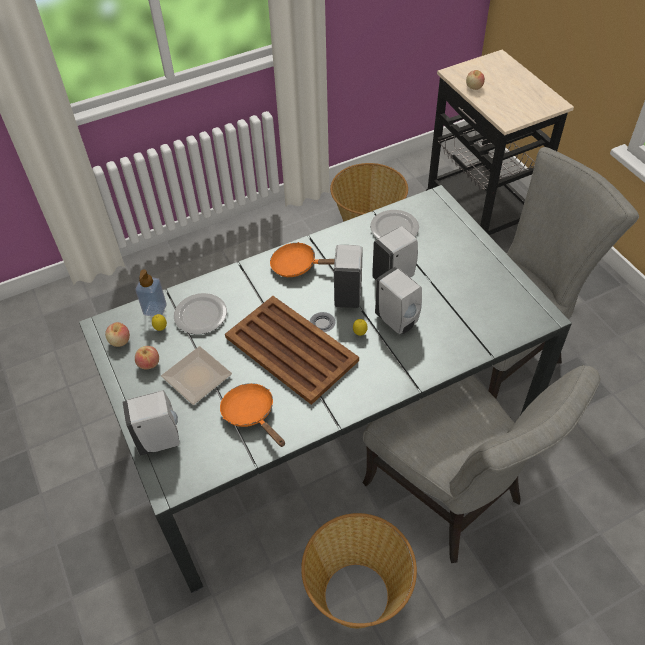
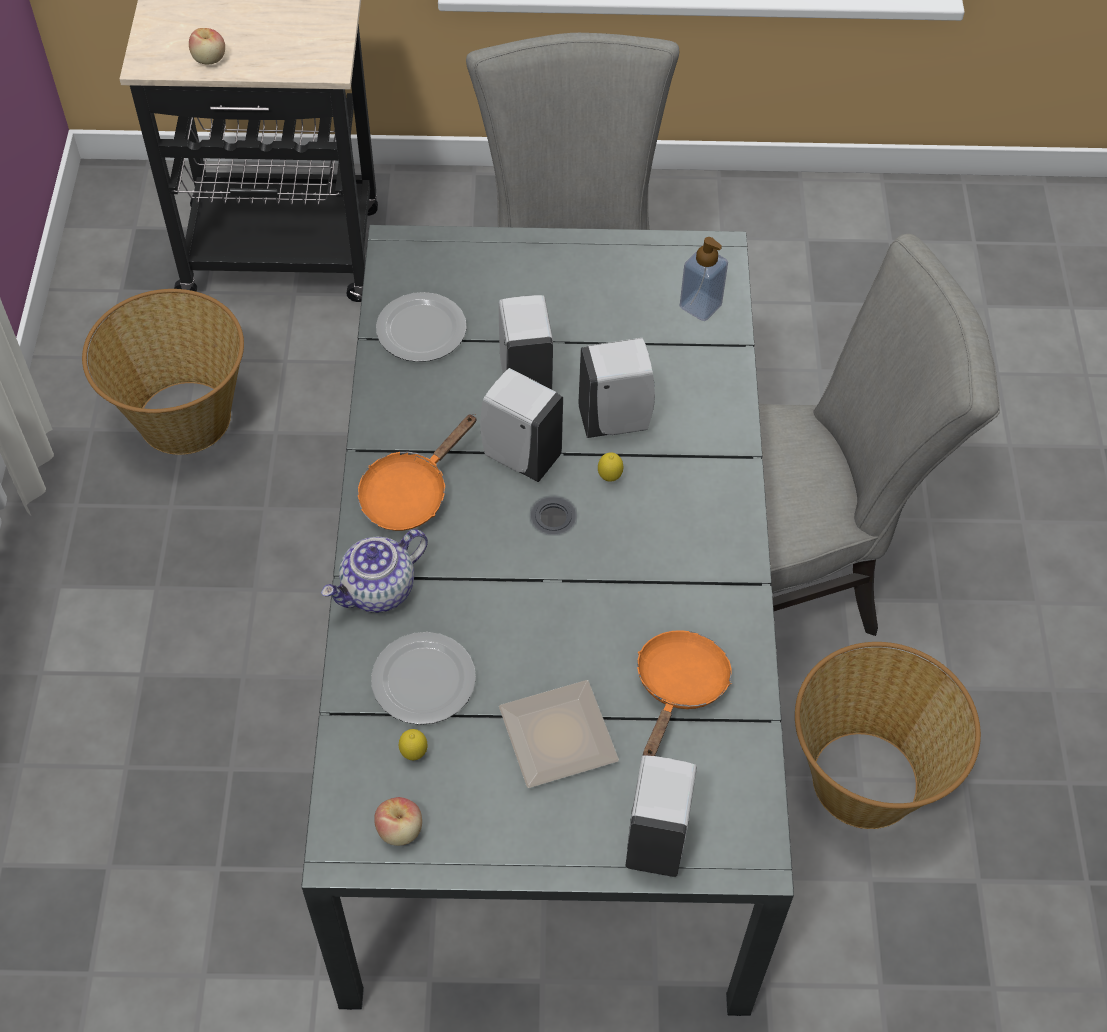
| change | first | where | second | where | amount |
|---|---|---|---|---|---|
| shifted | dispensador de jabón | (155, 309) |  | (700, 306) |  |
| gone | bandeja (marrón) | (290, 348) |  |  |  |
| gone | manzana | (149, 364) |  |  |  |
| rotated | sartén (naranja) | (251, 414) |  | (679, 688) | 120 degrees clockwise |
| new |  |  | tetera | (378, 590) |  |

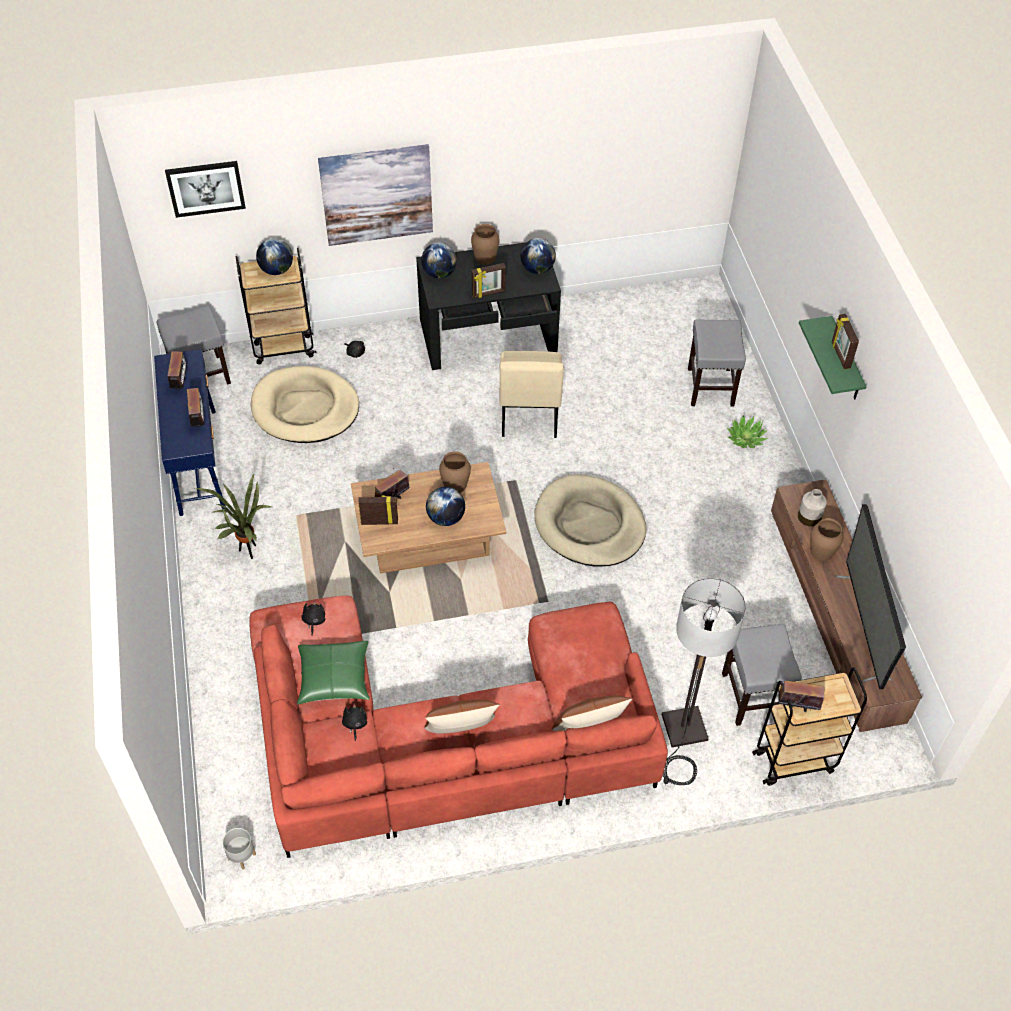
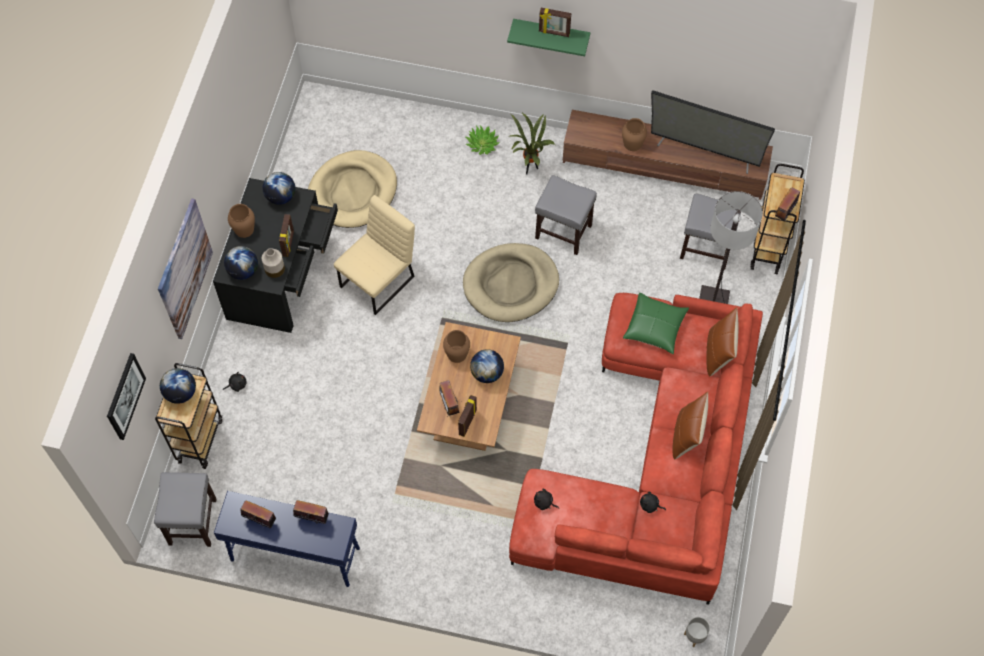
| change | first | where | second | where | amount |
|---|---|---|---|---|---|
| shifted | taburete (gris) | (710, 386) |  | (562, 231) |  |
| rotated | silla (beis) | (529, 414) |  | (379, 280) | 75 degrees counterclockwise |
| shifted | cama para perro (beis) | (305, 408) |  | (353, 192) |  |
| shifted | planta en maceta | (248, 550) |  | (529, 169) |  |
| shifted | florero (beis) | (809, 516) |  | (274, 268) |  |
| shifted | cojín (verde) | (334, 678) |  | (655, 327) |  |

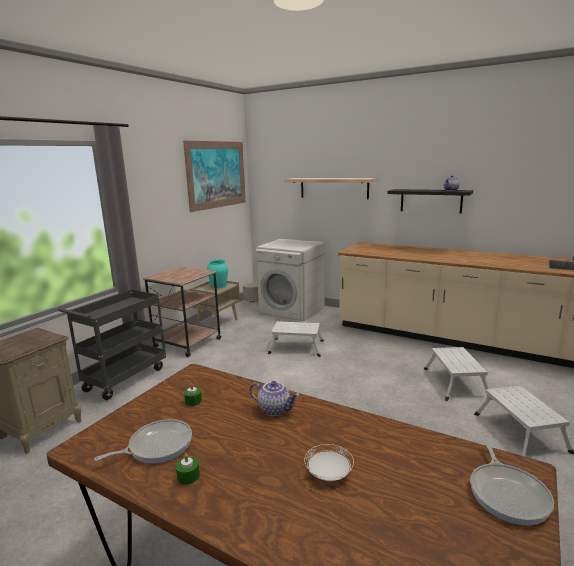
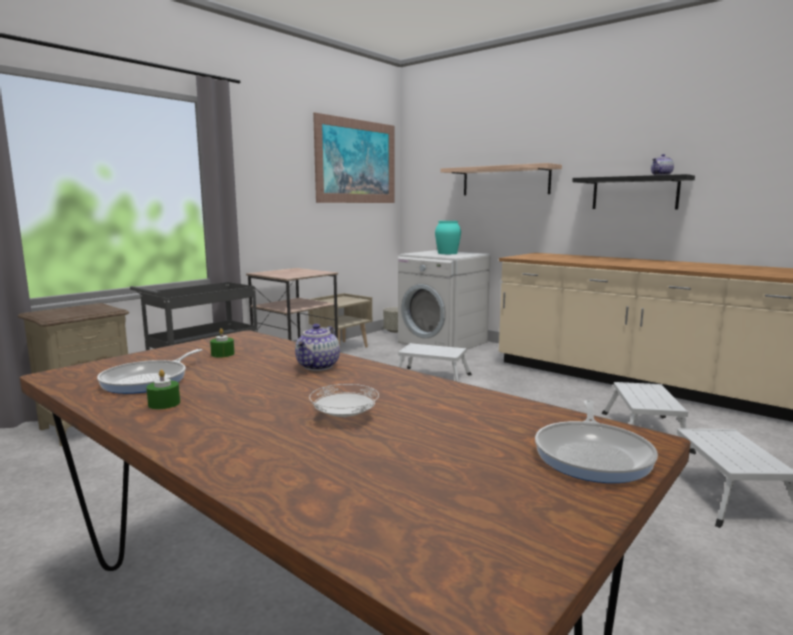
| change | first | where | second | where | amount |
|---|---|---|---|---|---|
| shifted | florero (turquesa) | (218, 285) |  | (447, 253) |  |
| rotated | tetera | (275, 409) |  | (318, 366) | 75 degrees clockwise |
| rotated | sartén | (157, 446) |  | (149, 380) | 135 degrees clockwise |

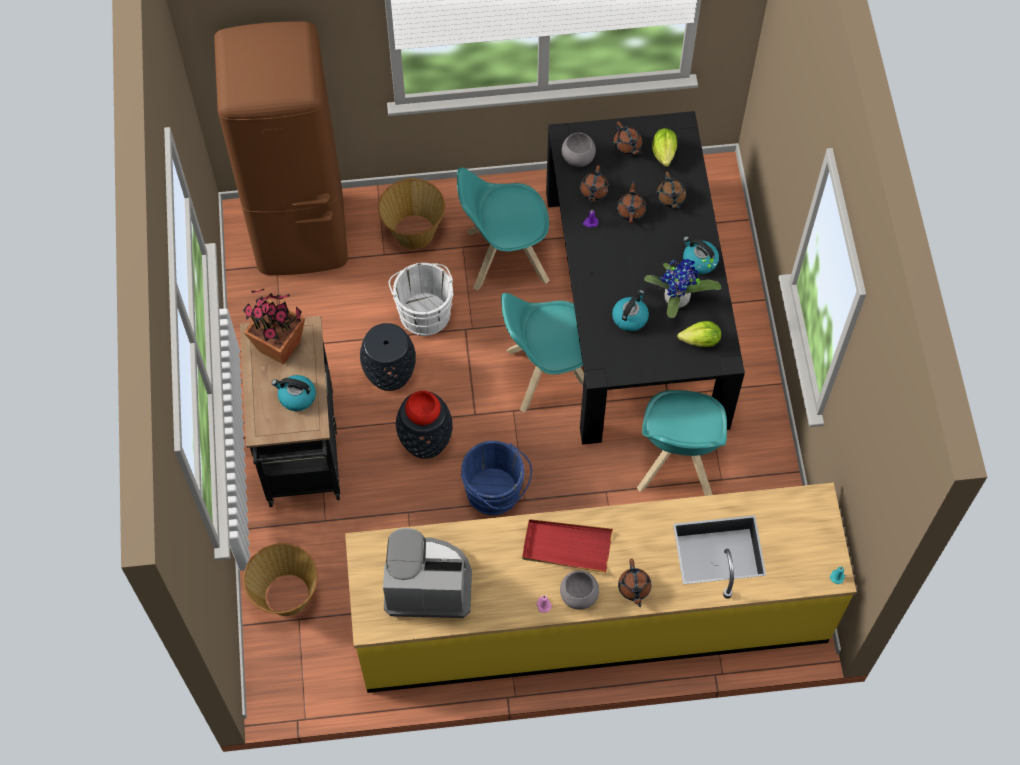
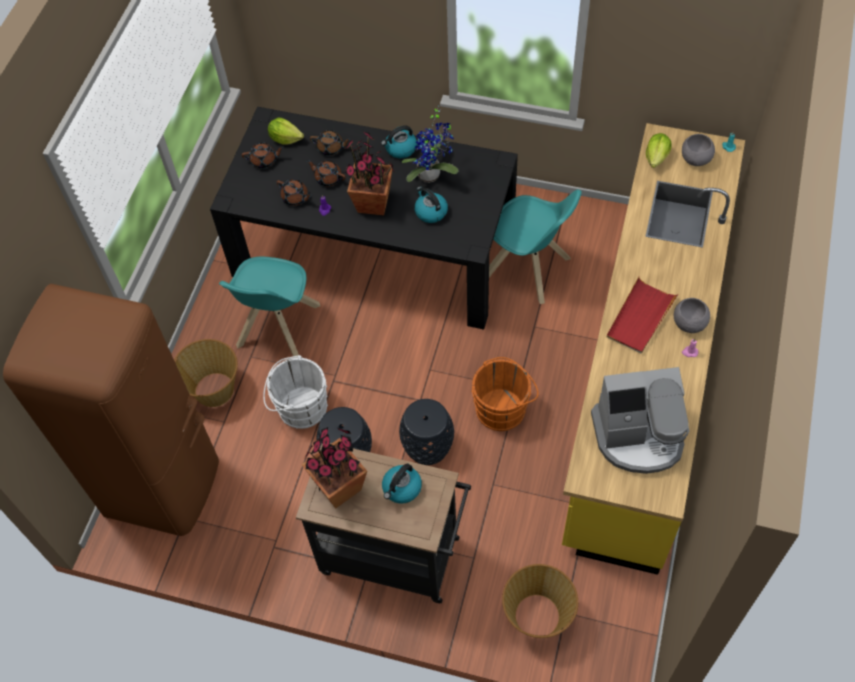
| change | first | where | second | where | amount |
|---|---|---|---|---|---|
| shifted | cuenco (gris) | (578, 157) |  | (695, 158) |  |
| gone | silla (turquesa) | (548, 374) |  |  |  |
| shifted | lechuga | (700, 341) |  | (656, 157) |  |
| gone | cuenco (rojo) | (423, 414) |  |  |  |
| repainted | cubo (azul) | (496, 493) | cubo (naranja) | (503, 408) |  |
| rotated | cafetera | (427, 582) |  | (638, 436) | 120 degrees counterclockwise |
| gone | tetera (marrón) | (634, 588) |  |  |  |
| new |  |  | planta en maceta | (373, 204) |  |

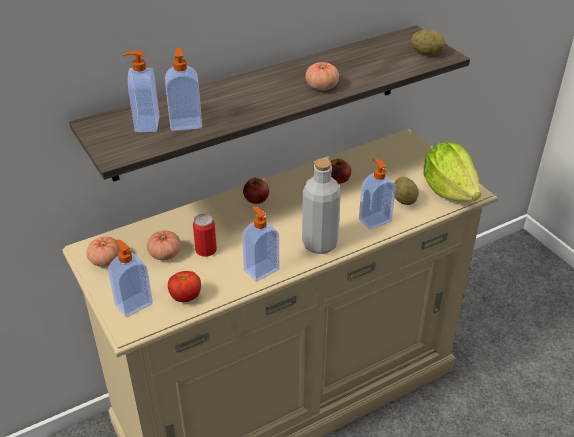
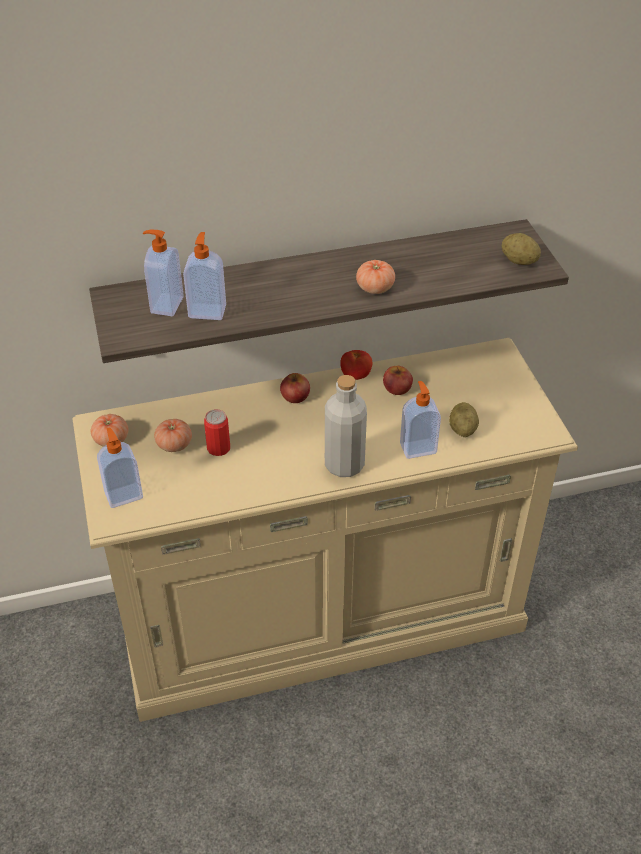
| change | first | where | second | where | amount |
|---|---|---|---|---|---|
| gone | lechuga | (449, 190) |  |  |  |
| gone | dispensador de jabón | (260, 269) |  |  |  |
| shifted | tomate | (186, 297) |  | (356, 376) |  |

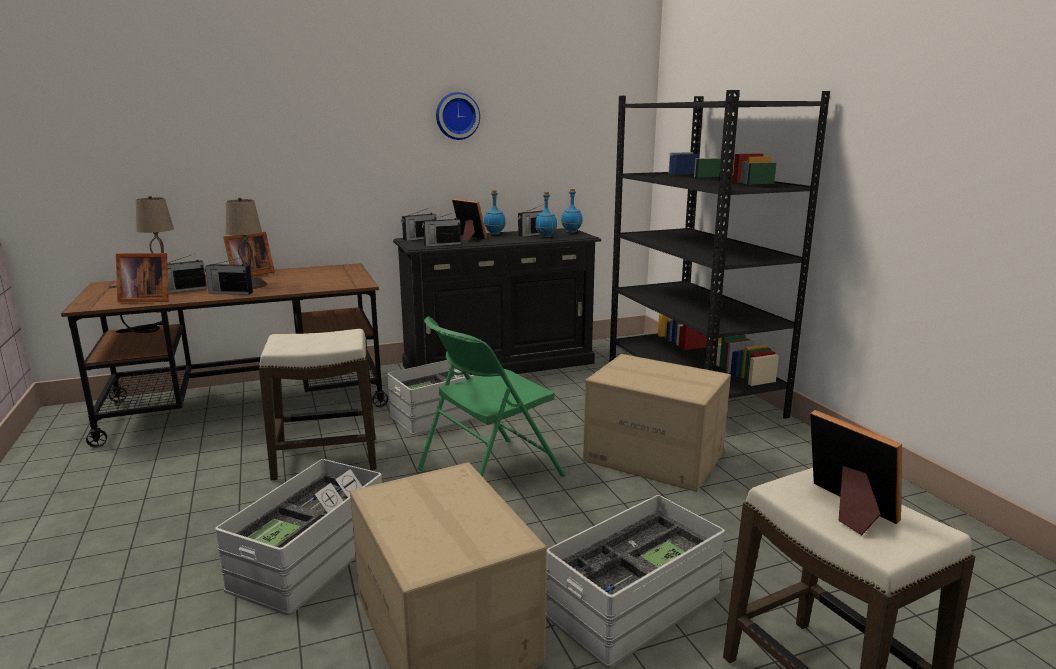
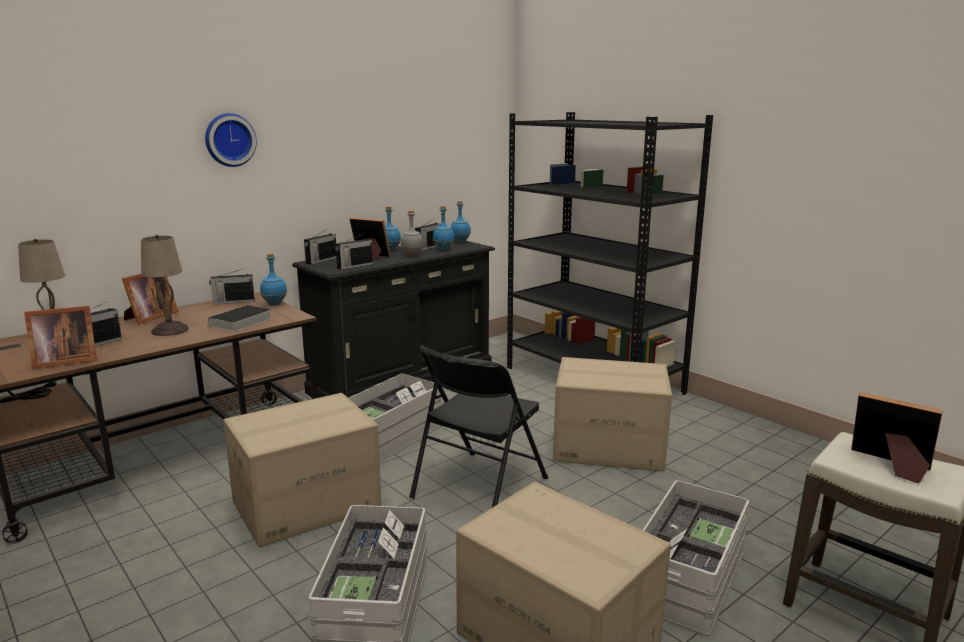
| change | first | where | second | where | amount |
|---|---|---|---|---|---|
| shifted | reloj de pared | (457, 116) |  | (229, 140) |  |
| shifted | radio | (230, 293) |  | (233, 302) |  |
| repainted | silla (verde) | (490, 472) | silla (negro) | (479, 487) |  |
| swapped | taburete | (326, 458) | caja de cartón | (306, 504) |  |
| new |  |  | botella (gris) | (412, 255) |  |
| new |  |  | botella (azul) | (274, 304) |  |
| new |  |  | libro | (240, 322) |  |

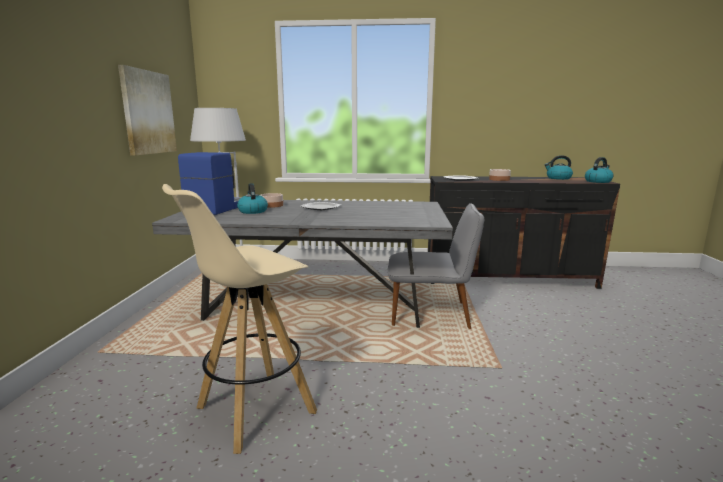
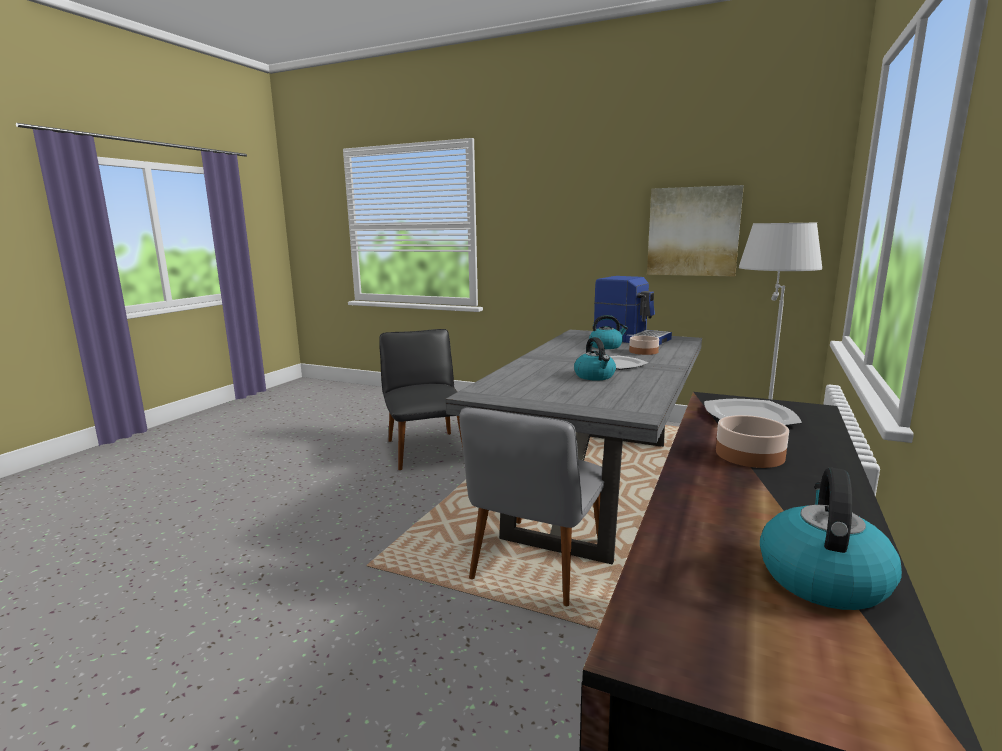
| change | first | where | second | where | amount |
|---|---|---|---|---|---|
| shifted | hervidor | (598, 181) |  | (595, 376) |  |
| swapped | taburete (beis) | (253, 410) | silla (negro) | (426, 450) |  |

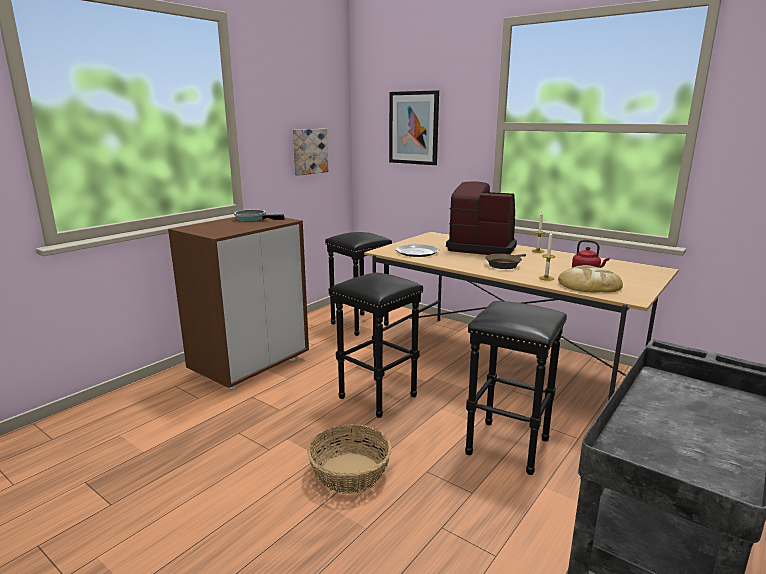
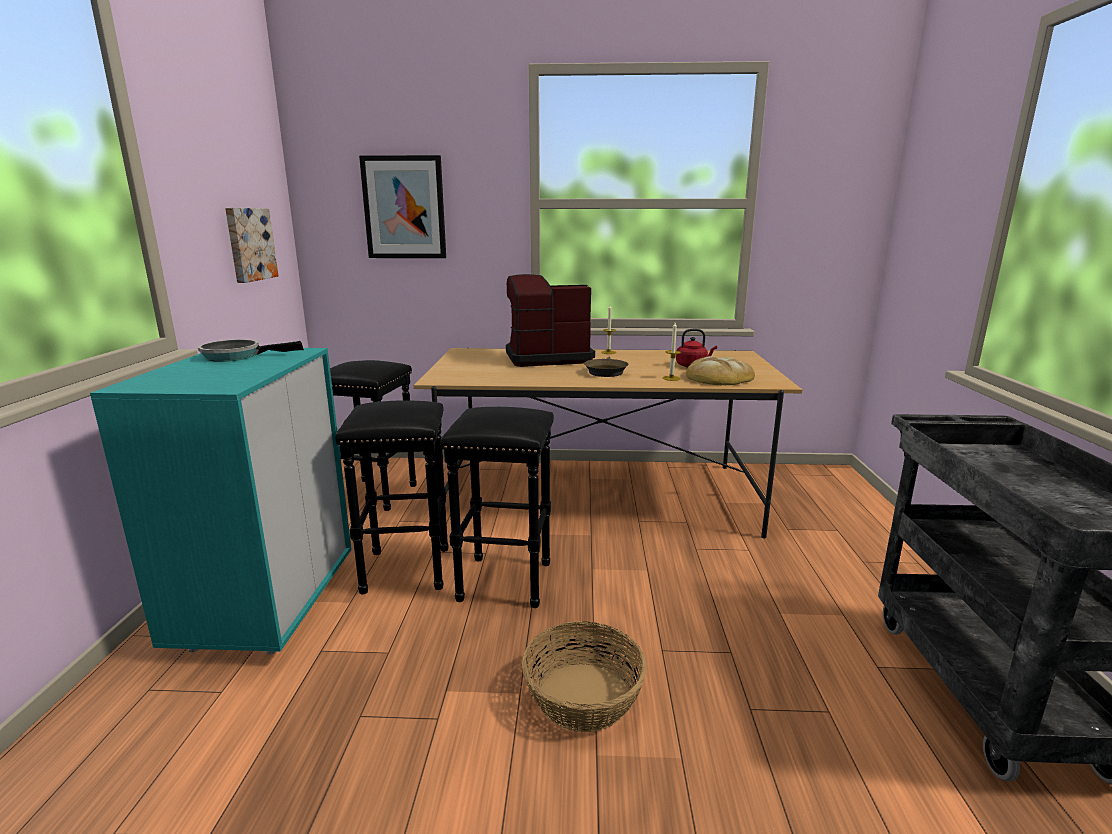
| change | first | where | second | where | amount |
|---|---|---|---|---|---|
| repainted | armario (marrón) | (251, 366) | armario (turquesa) | (267, 605) |  |
| gone | plato | (417, 252) |  |  |  |
| shifted | taburete (negro) | (505, 446) |  | (404, 570) |  |

